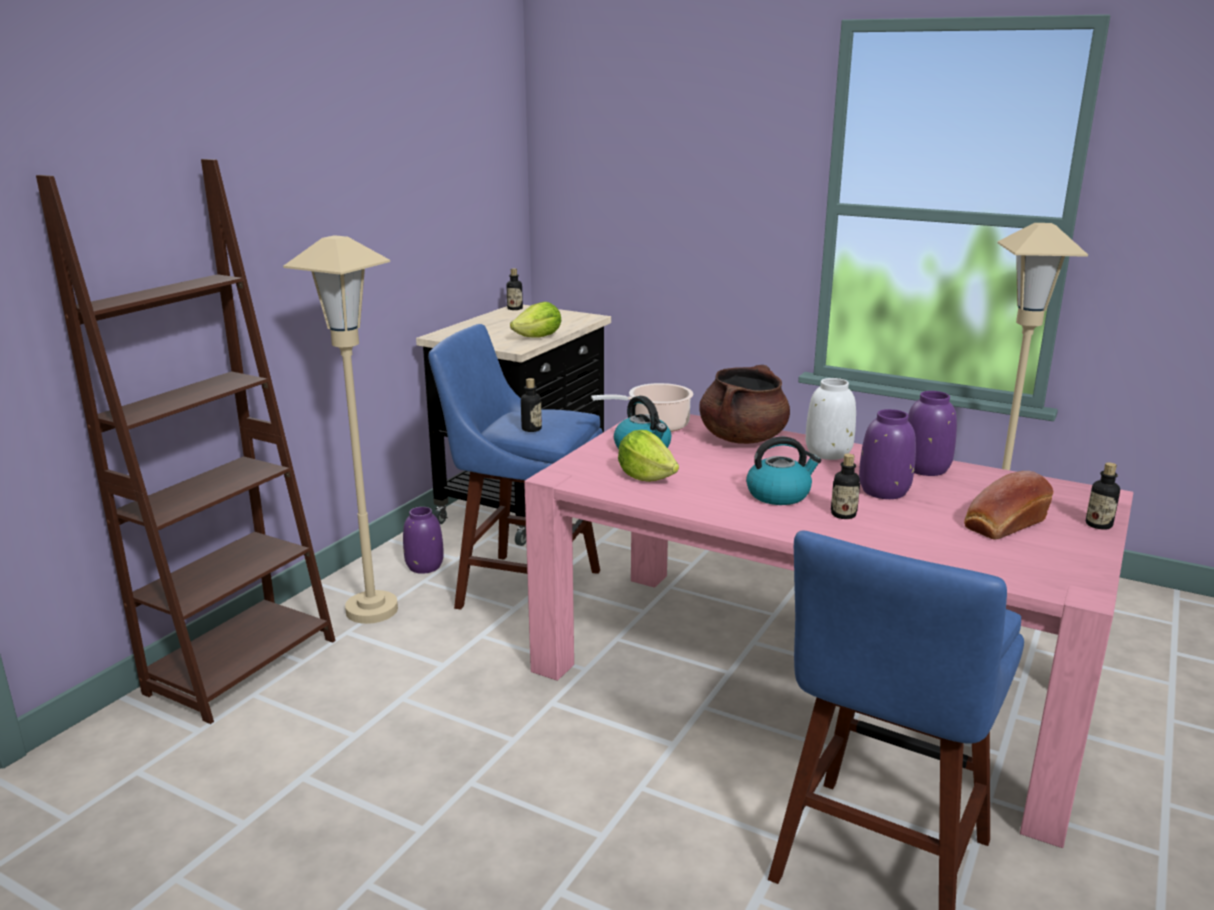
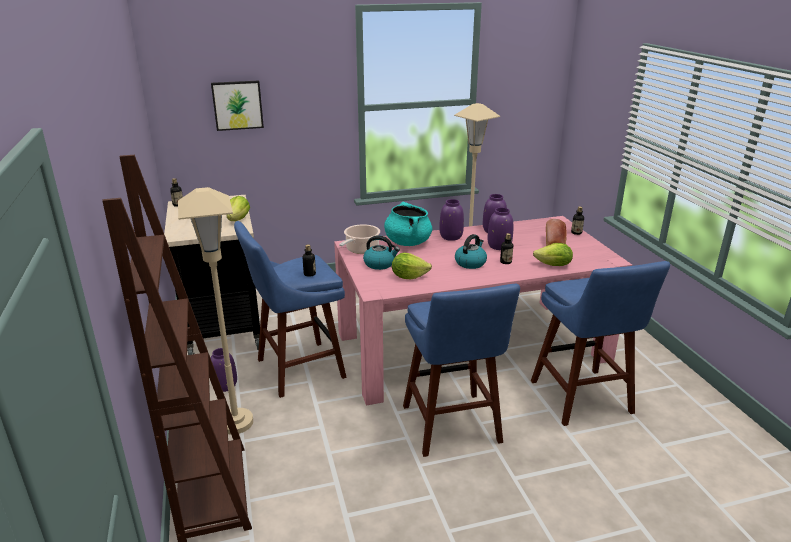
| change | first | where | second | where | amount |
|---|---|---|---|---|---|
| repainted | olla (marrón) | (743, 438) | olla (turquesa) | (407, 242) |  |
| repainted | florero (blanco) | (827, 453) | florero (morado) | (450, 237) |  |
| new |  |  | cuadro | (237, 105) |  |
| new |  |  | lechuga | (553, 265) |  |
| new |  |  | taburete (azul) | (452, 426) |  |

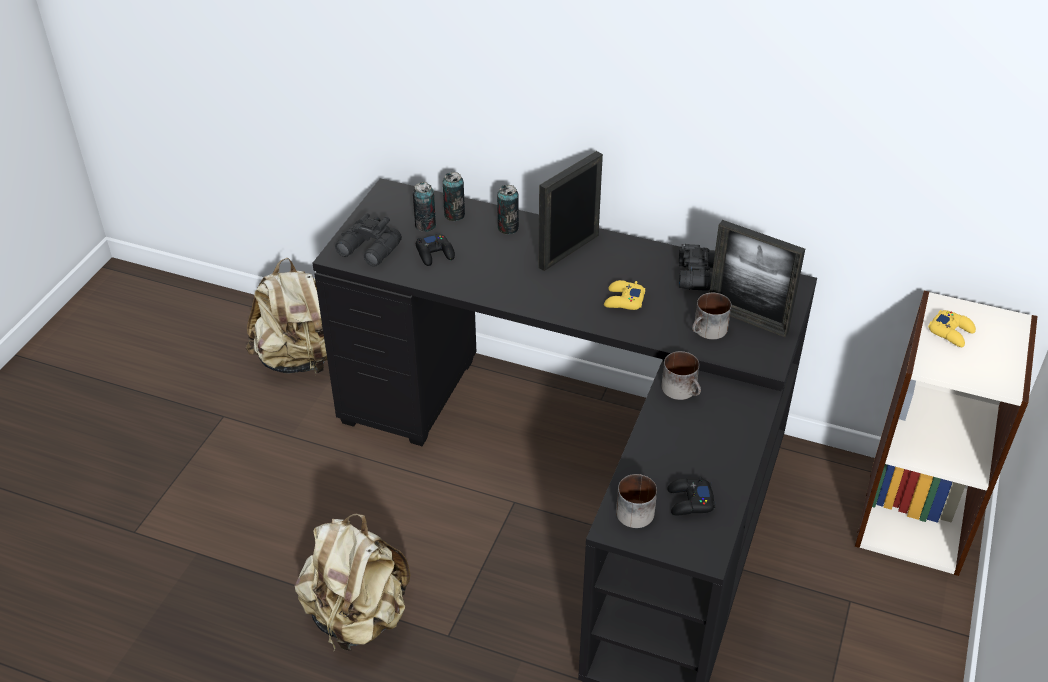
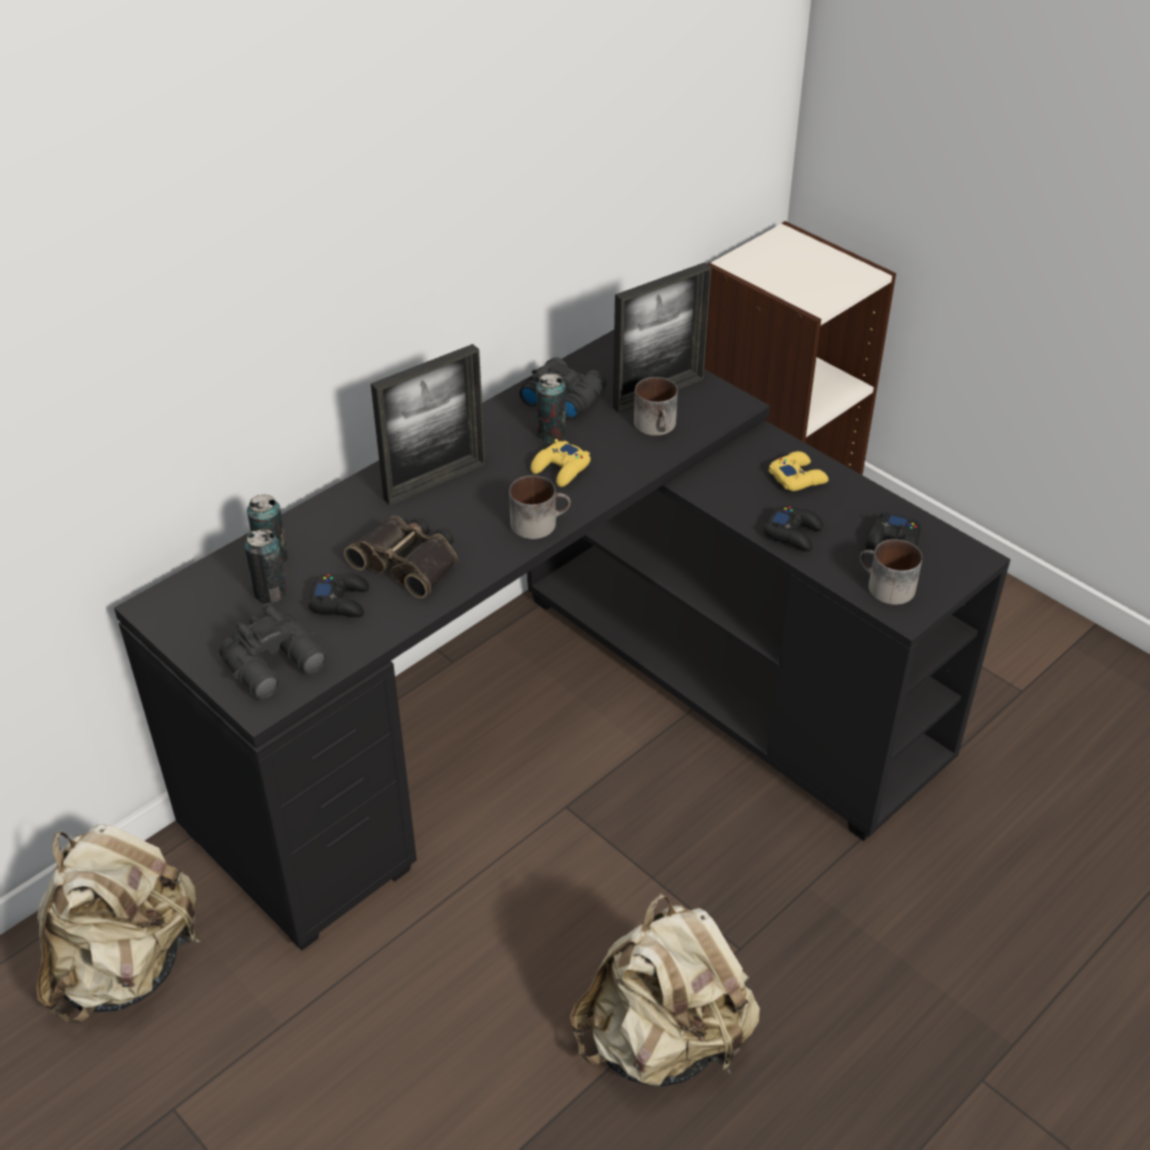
| change | first | where | second | where | amount |
|---|---|---|---|---|---|
| rotated | portarretratos | (568, 251) |  | (435, 481) | 105 degrees counterclockwise |
| shifted | lata | (508, 228) |  | (551, 434) |  |
| shifted | mando de consola (amarillo) | (951, 332) |  | (797, 477) |  |
| shifted | taza grande | (683, 390) |  | (539, 522) |  |
| new |  |  | mando de consola (negro) | (793, 533) |  |
| new |  |  | prismáticos | (409, 561) |  |

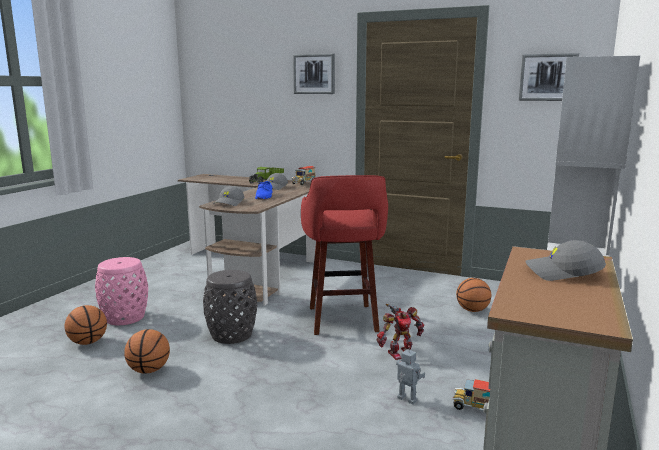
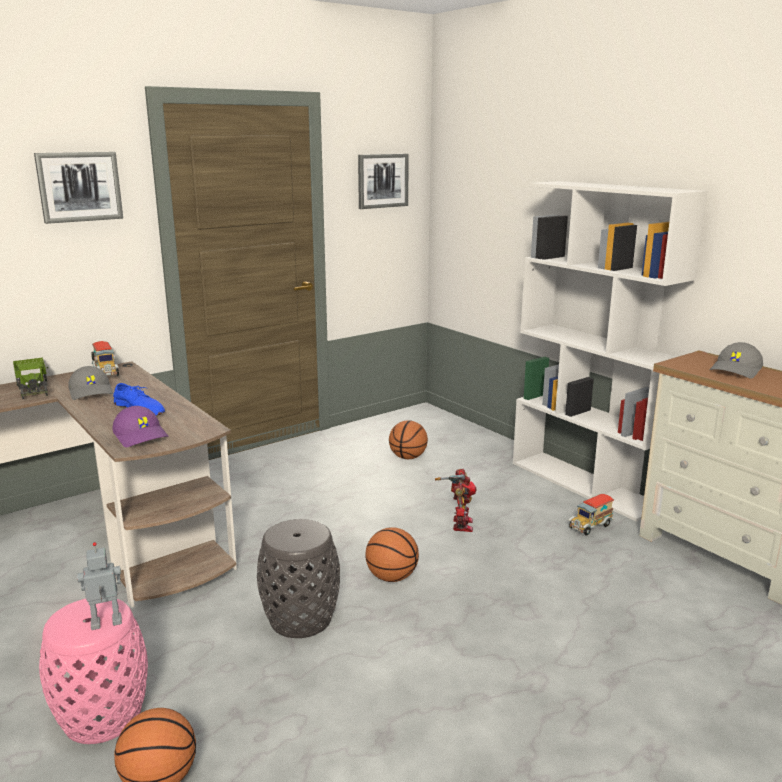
| change | first | where | second | where | amount |
|---|---|---|---|---|---|
| gone | taburete (rojo) | (342, 321) |  |  |  |
| repainted | gorra (gris) | (229, 203) | gorra (morado) | (141, 436) |  |
| shifted | balón de baloncesto | (149, 370) |  | (391, 577) |  |
| shifted | robot de juguete | (406, 400) |  | (106, 624) |  |

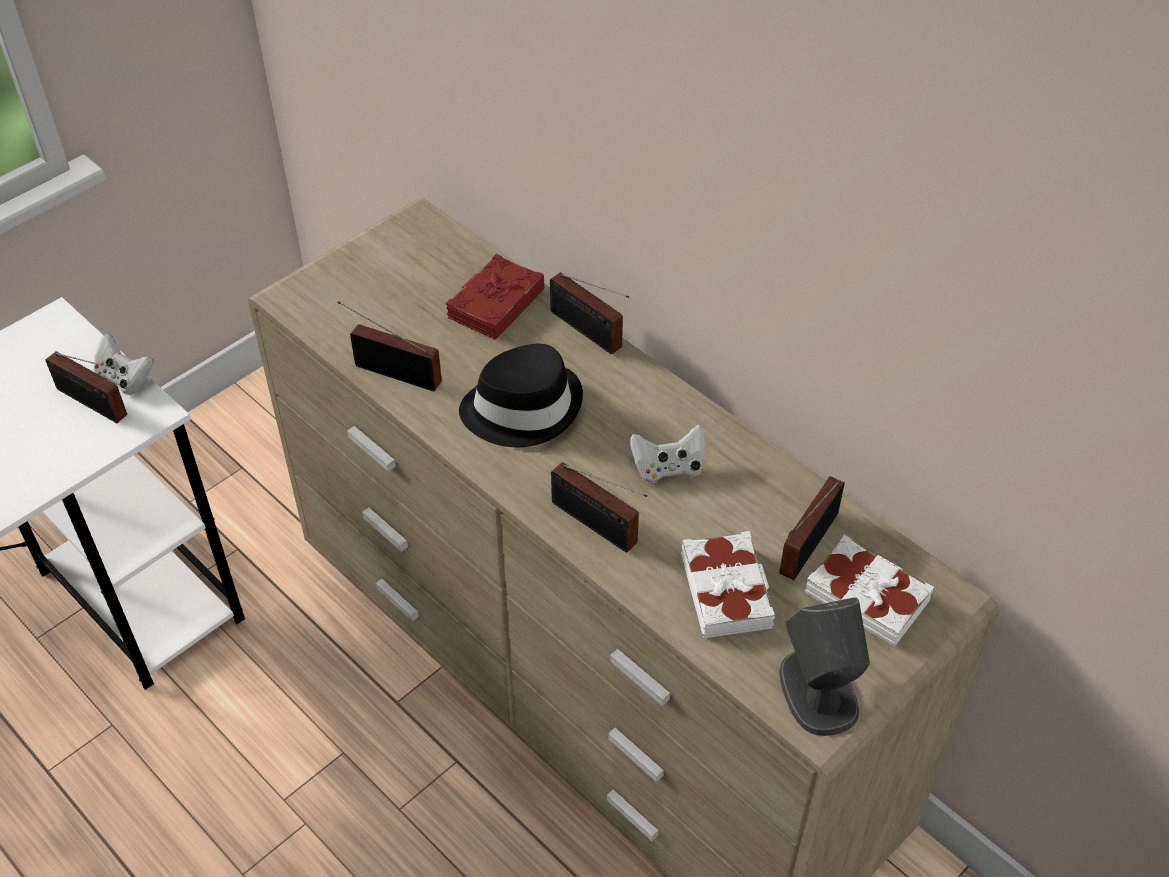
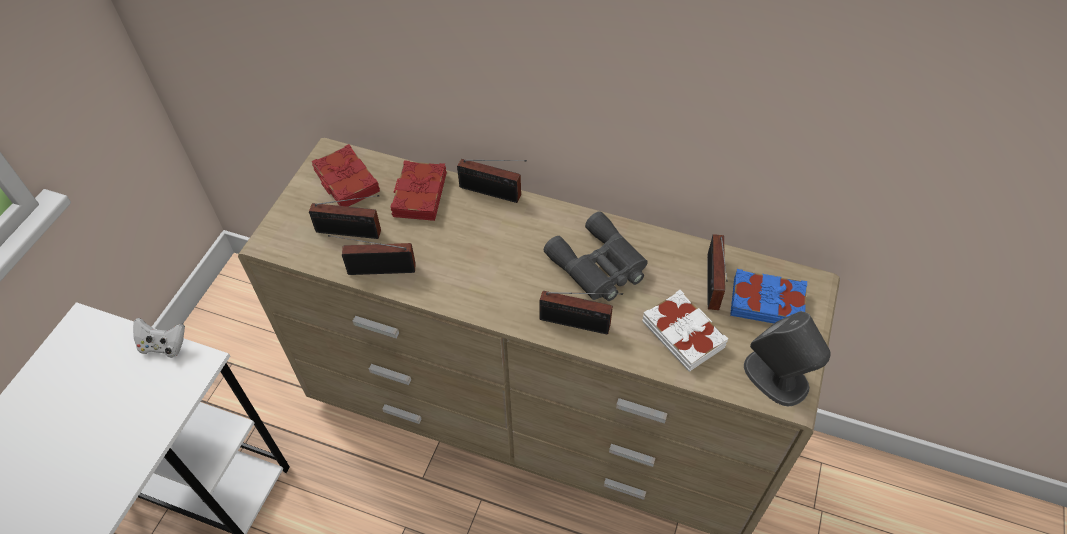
| change | first | where | second | where | amount |
|---|---|---|---|---|---|
| gone | sombrero (negro) | (522, 408) |  |  |  |
| shifted | radio | (95, 405) |  | (352, 232) |  |
| swapped | mando de consola (blanco) | (668, 468) | prismáticos (gris) | (599, 266) |  |
| repainted | libro (blanco) | (867, 596) | libro (azul) | (766, 302) |  |
| new |  |  | libro (rojo) | (346, 182) |  |

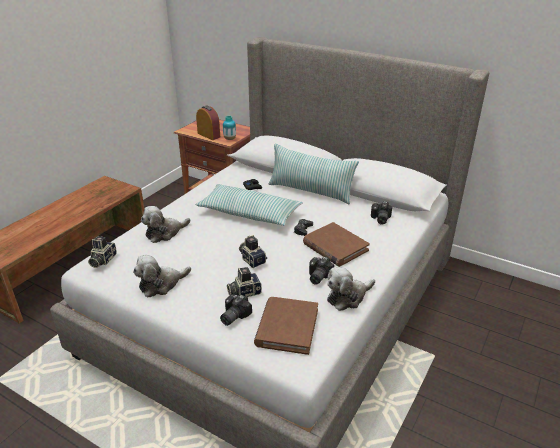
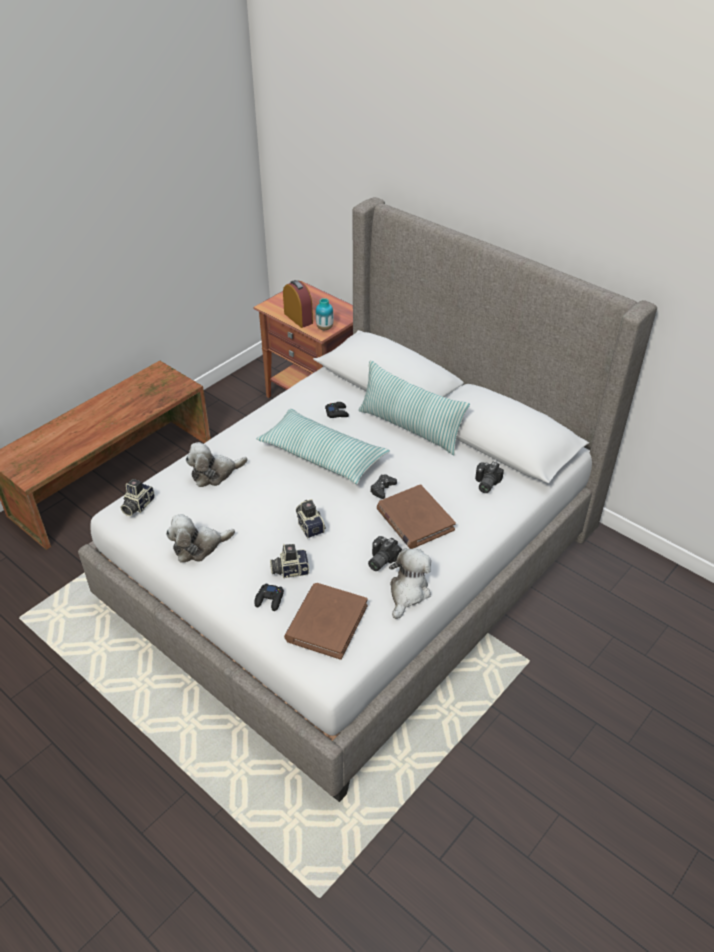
| change | first | where | second | where | amount |
|---|---|---|---|---|---|
| rotated | peluche | (348, 297) |  | (408, 592) | 135 degrees clockwise |
| swapped | cámara | (232, 316) | mando de consola (negro) | (269, 600) |  |

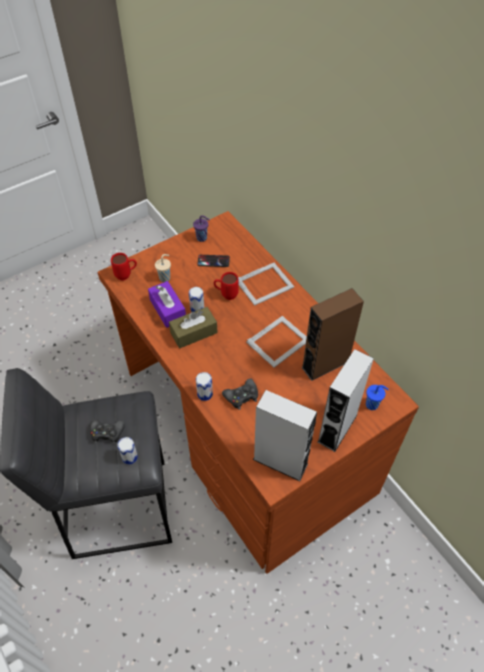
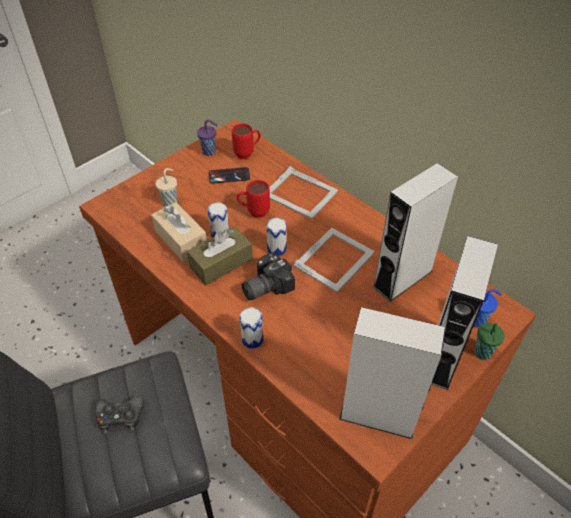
| change | first | where | second | where | amount |
|---|---|---|---|---|---|
| shifted | taza grande (rojo) | (126, 275) |  | (247, 153) |  |
| rotated | portarretratos | (265, 283) |  | (300, 193) | 75 degrees clockwise |
| repainted | caja de pañuelos (morado) | (168, 309) | caja de pañuelos (beis) | (181, 239) |  |
| repainted | altavoz (marrón) | (325, 364) | altavoz (gris) | (402, 278) |  |
| gone | mando de consola (negro) | (242, 396) |  |  |  |
| shifted | lata | (129, 457) |  | (276, 249) |  |
| new |  |  | cámara | (264, 286) |  |
| new |  |  | taza (verde) | (482, 353) |  |

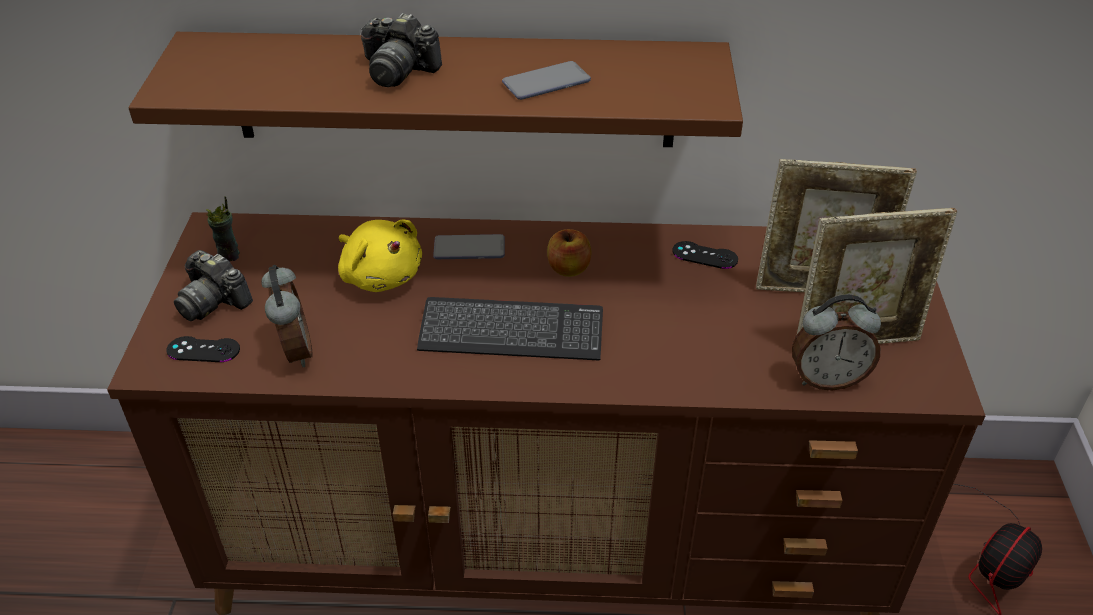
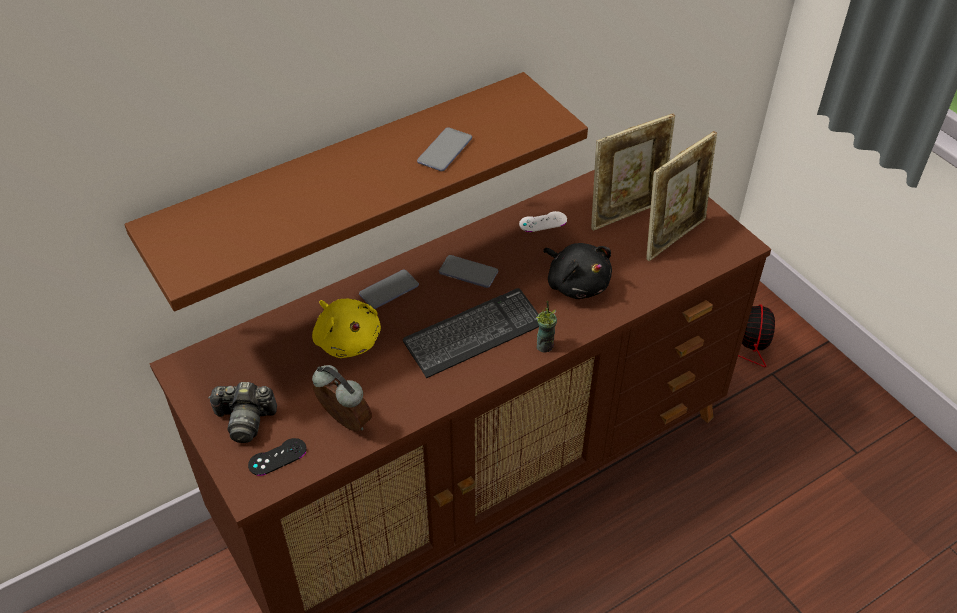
| change | first | where | second | where | amount |
|---|---|---|---|---|---|
| gone | cámara | (398, 71) |  |  |  |
| shifted | taza | (229, 256) |  | (545, 345) |  |
| rotated | peluche (amarillo) | (380, 275) |  | (347, 339) | 45 degrees clockwise |
| swapped | manzana | (569, 269) | móvil | (468, 272) |  |
| repainted | mando de consola (negro) | (705, 255) | mando de consola (blanco) | (543, 222) |  |
| gone | despertador | (827, 379) |  |  |  |
| new |  |  | peluche (negro) | (576, 283) |  |

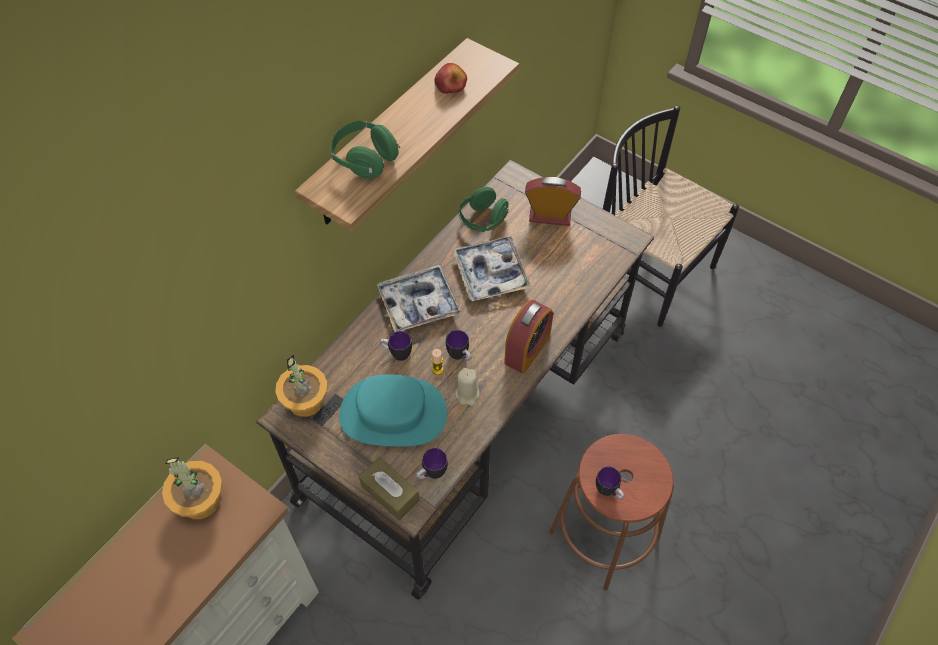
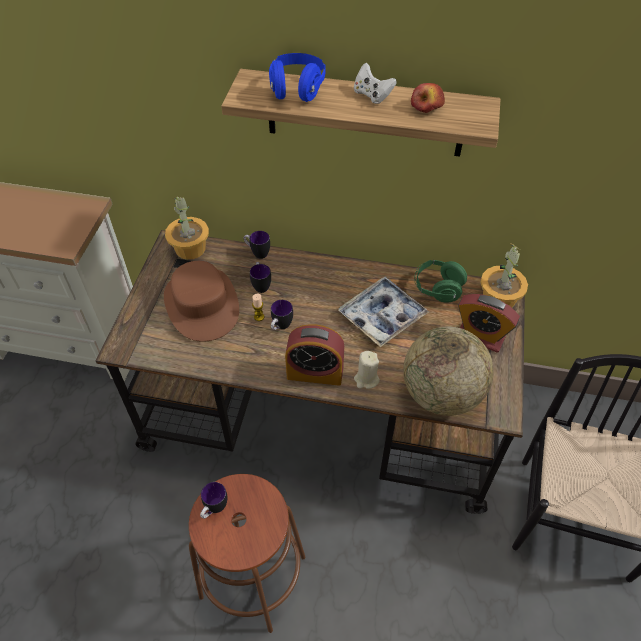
| change | first | where | second | where | amount |
|---|---|---|---|---|---|
| repainted | auriculares (verde) | (365, 160) | auriculares (azul) | (297, 90) |  |
| rotated | despertador | (550, 216) |  | (480, 336) | 135 degrees clockwise |
| gone | bandeja | (419, 303) |  |  |  |
| shifted | vela (beis) | (467, 394) |  | (366, 379) |  |
| repainted | sombrero (turquesa) | (393, 414) | sombrero (marrón) | (201, 304) |  |
| shifted | taza grande | (431, 474) |  | (257, 253) |  |
| shifted | planta en maceta | (200, 500) |  | (498, 299) |  |
| gone | caja de pañuelos (marrón) | (390, 493) |  |  |  |
| new |  |  | mando de consola (blanco) | (372, 95) |  |
| new |  |  | globo terráqueo | (441, 394) |  |

